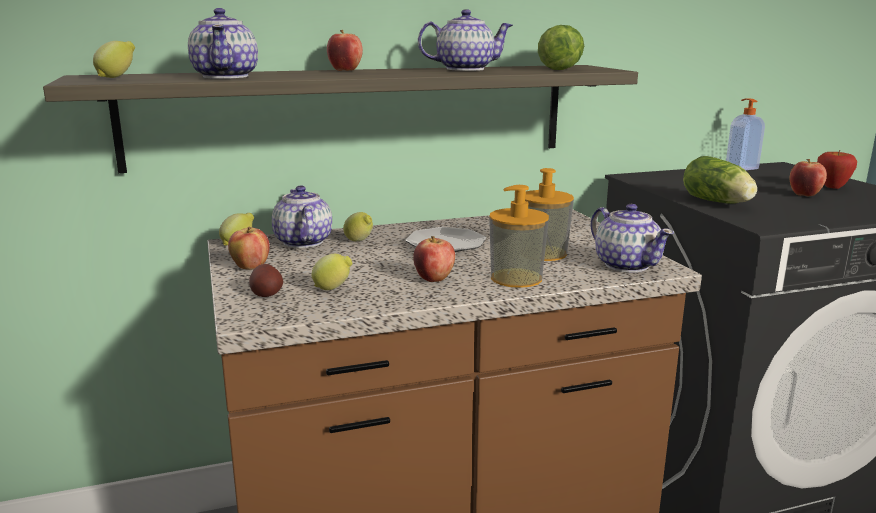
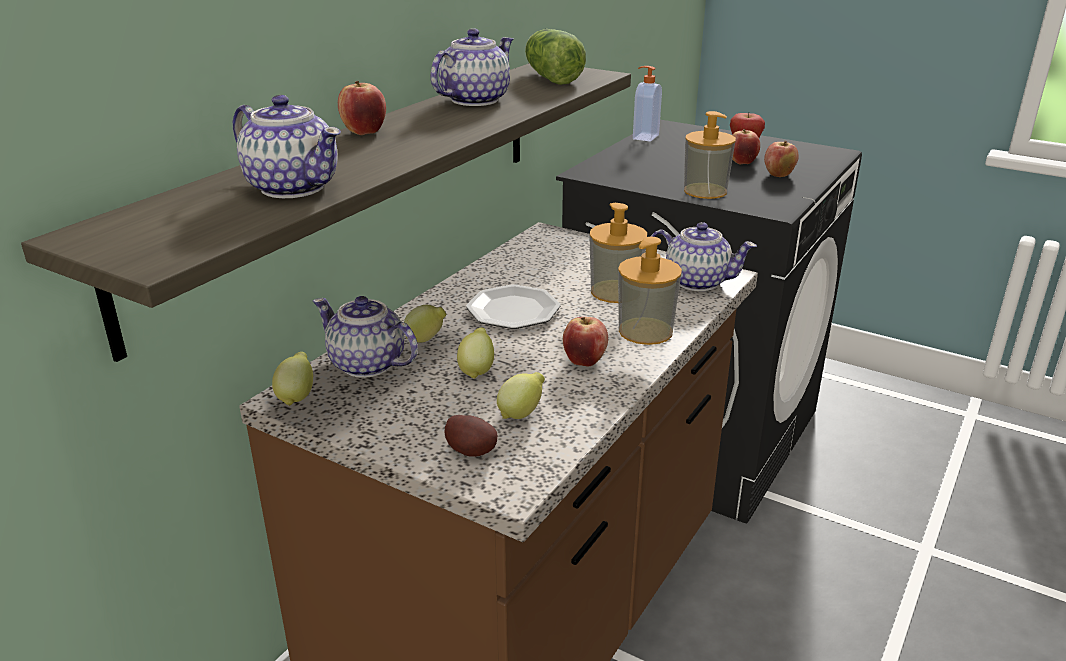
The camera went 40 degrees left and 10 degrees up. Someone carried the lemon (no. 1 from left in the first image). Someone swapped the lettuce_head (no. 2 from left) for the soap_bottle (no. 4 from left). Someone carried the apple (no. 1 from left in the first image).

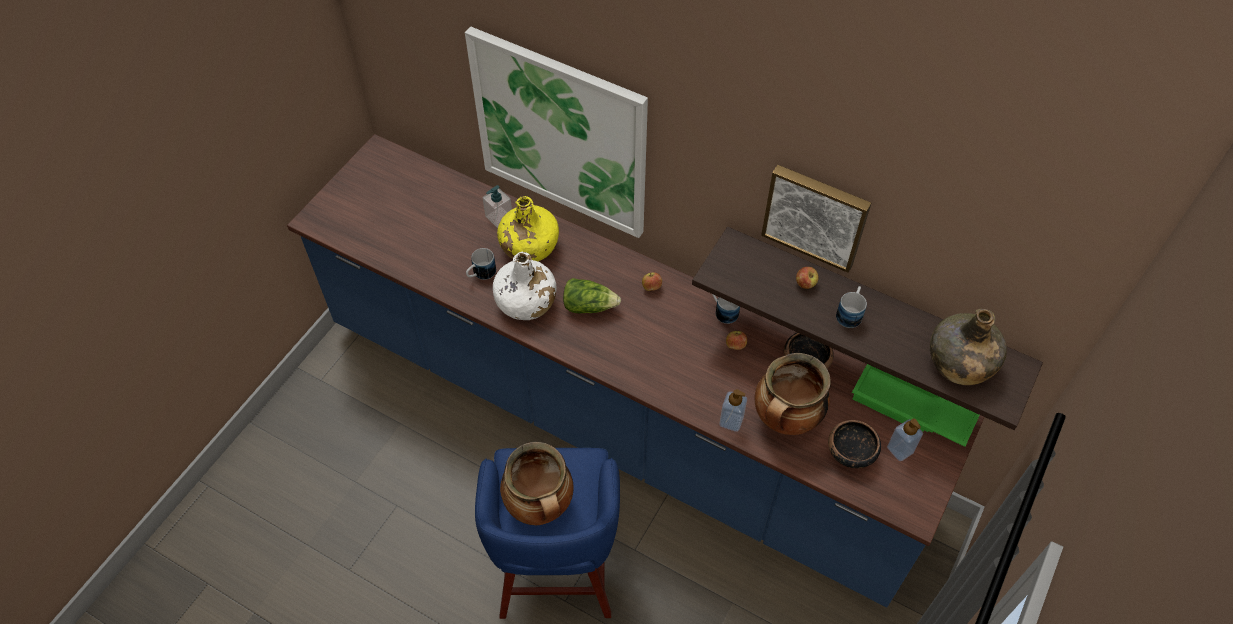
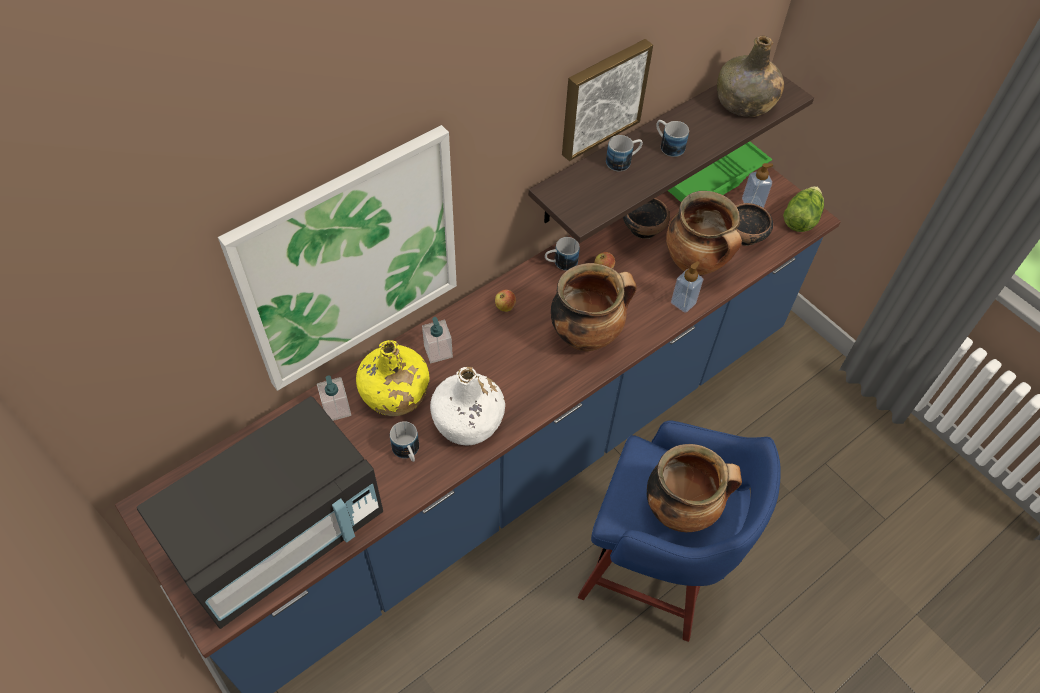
The camera went 70 degrees left and 0 degrees up. Someone put down the black_microwave_oven. Someone put down the soap_bottle (no. 2 from left). Someone put down the cooking_pot (no. 1 from left). Someone swapped the apple (no. 3 from left) for the coffee_mug (no. 3 from left). Someone carried the lettuce_head.

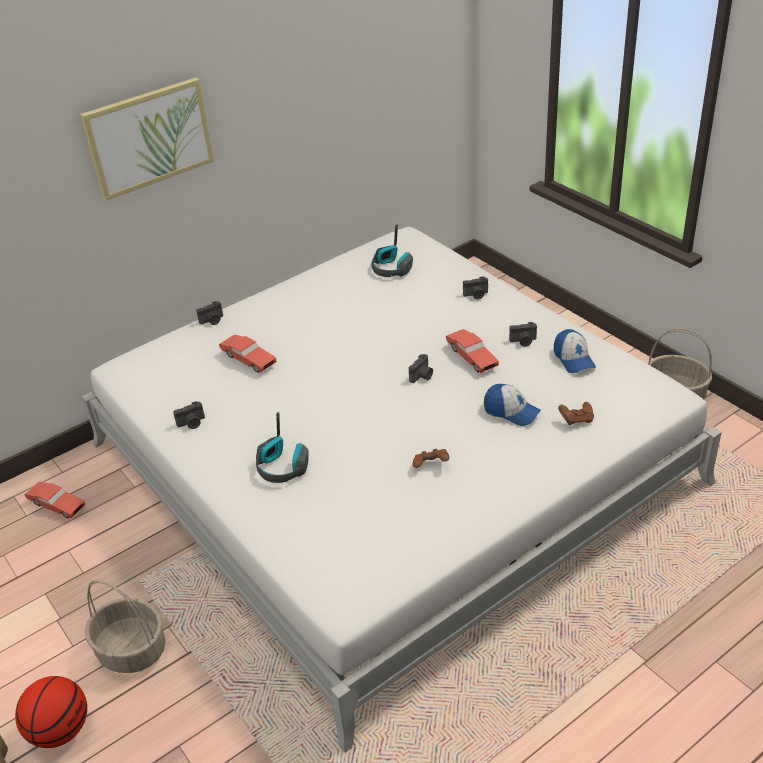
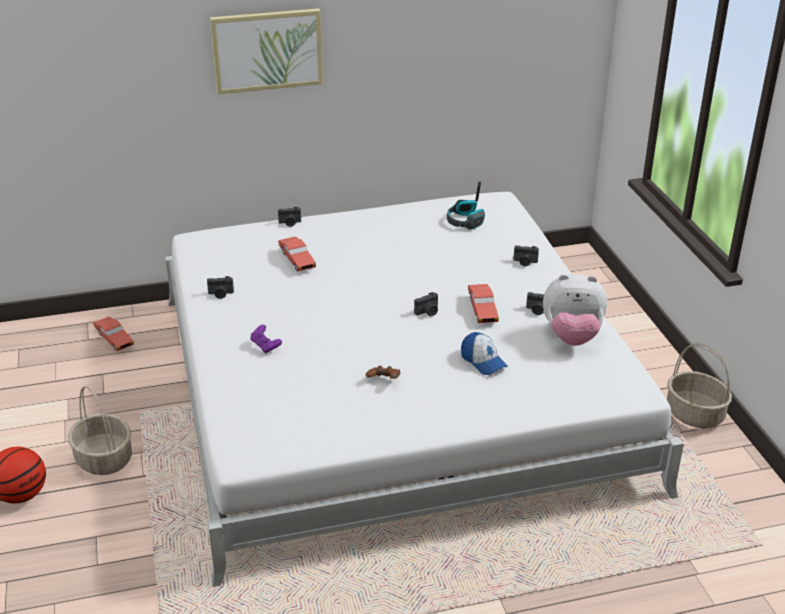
The camera went 20 degrees right and 5 degrees down. Someone swapped the pair_of_headphones (no. 1 from left) for the purple_gamepad. Someone swapped the peaked_cap (no. 2 from left) for the cuddly_toy. Someone took away the brown_gamepad (no. 2 from left).

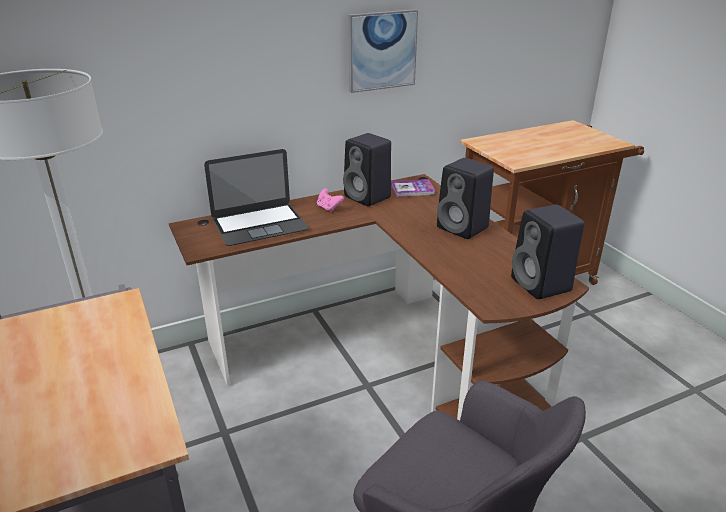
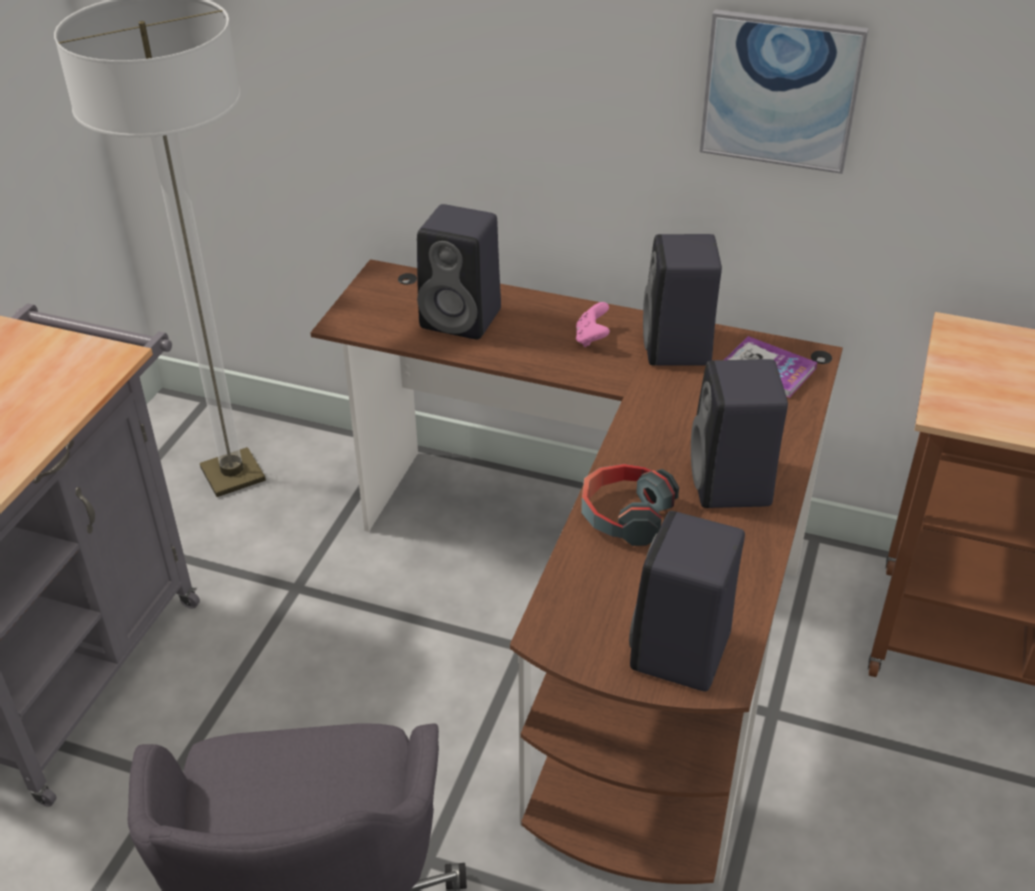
The camera went 45 degrees right and 10 degrees up. Someone swapped the portable_computer for the black_loudspeaker (no. 1 from left). Someone put down the pair_of_headphones.

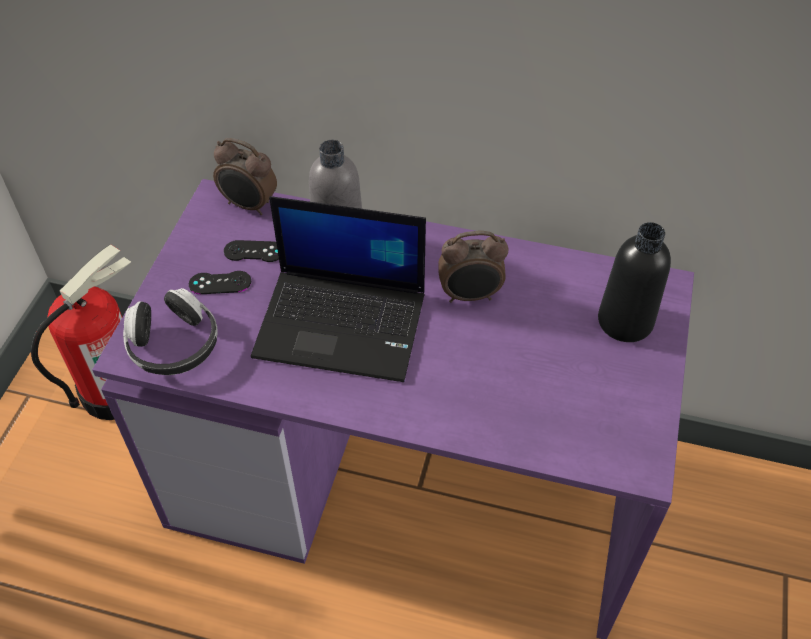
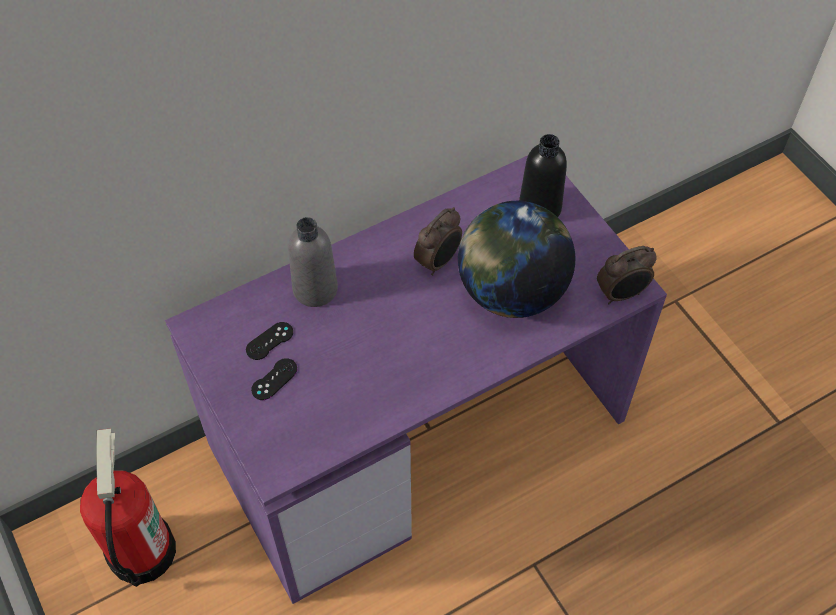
The camera went 45 degrees left and 5 degrees up. Someone put down the globe. Someone carried the table_clock (no. 1 from left in the first image). Someone took away the pair_of_headphones. Someone took away the portable_computer.

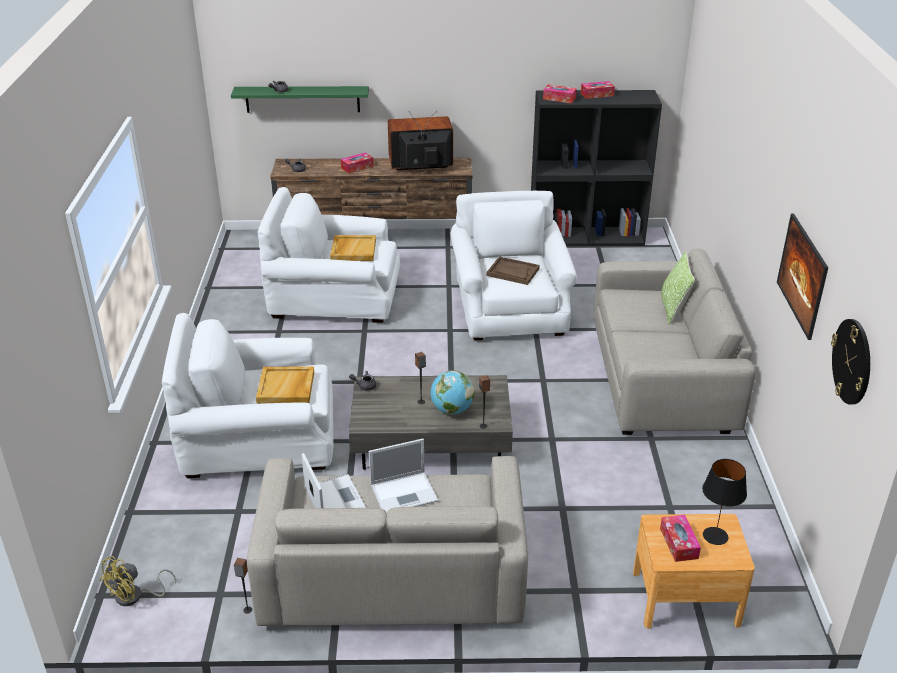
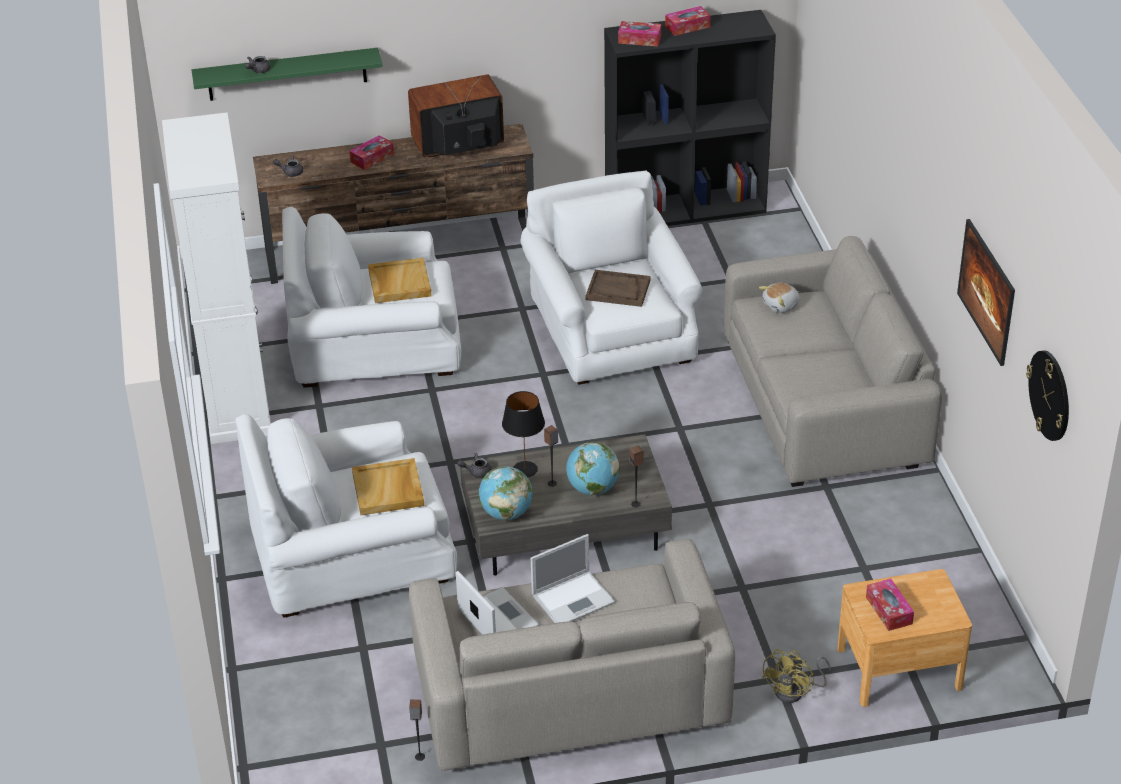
The camera went 10 degrees left and 5 degrees up. Someone put down the whitish_cupboard. Someone put down the globe (no. 1 from left). Someone carried the black_lamp_for_a_table. Someone put down the cuddly_toy. Someone carried the yellow-coloured_electric_fan. Someone took away the throw_pillow.

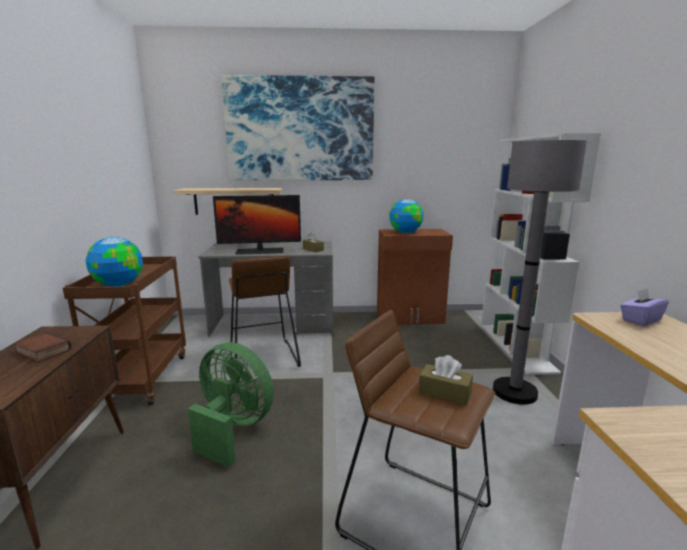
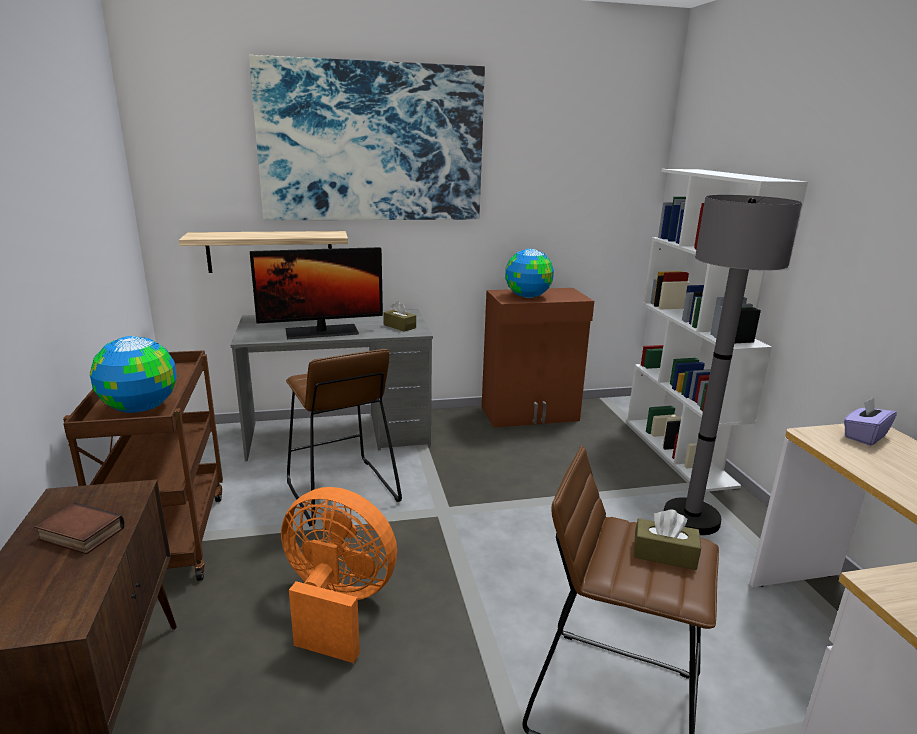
The camera went 10 degrees left and 5 degrees up. Someone repainted the greenish_electric_fan, which became the orange-coloured_electric_fan.

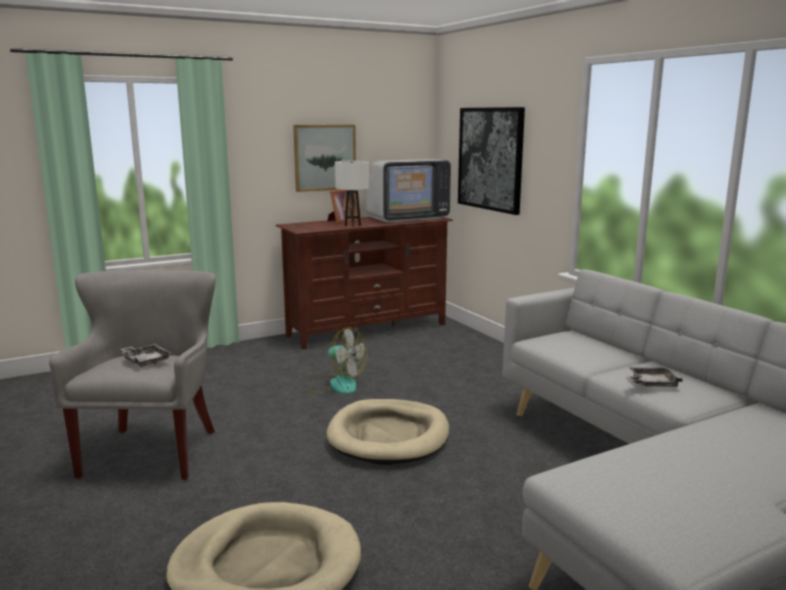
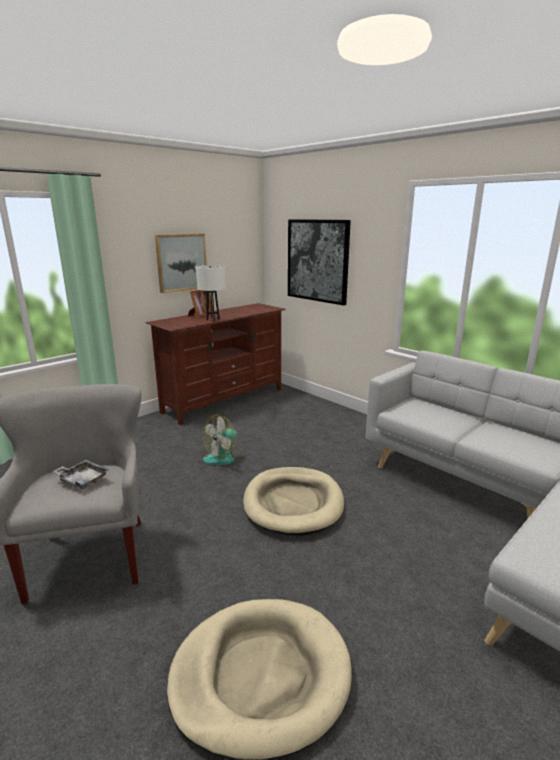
The camera went 15 degrees left and 5 degrees up. Someone rotated the electric_fan by 120 degrees clockwise. Someone took away the TV_set. Someone took away the greyish_serving_tray (no. 2 from left).

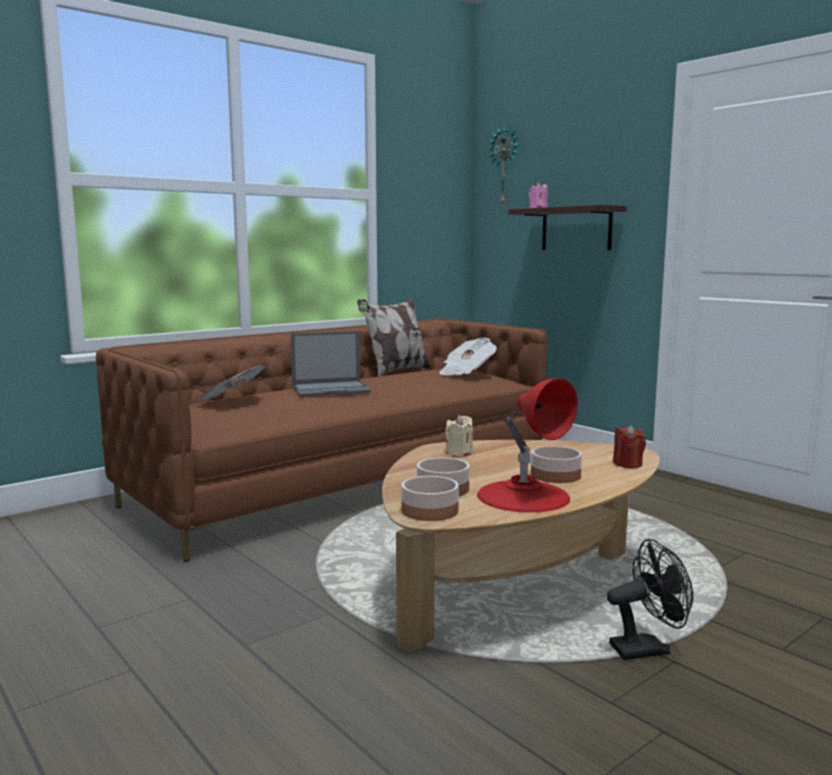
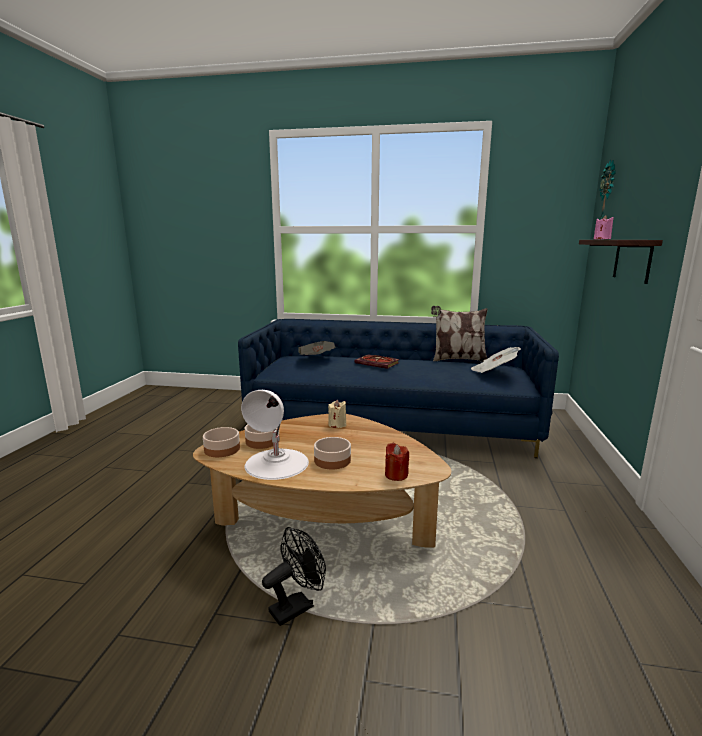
The camera went 50 degrees right and 5 degrees up. Someone repainted the brown_couch, which became the bluish_couch. Someone repainted the red_lamp_for_a_table, which became the whitish_lamp_for_a_table. Someone rotated the black_electric_fan by 75 degrees counterclockwise. Someone swapped the portable_computer for the book.

